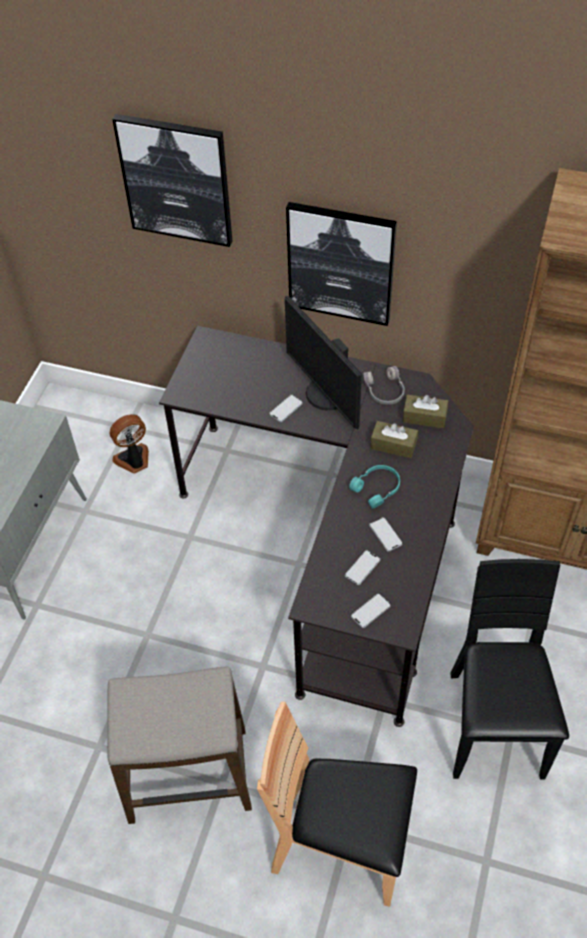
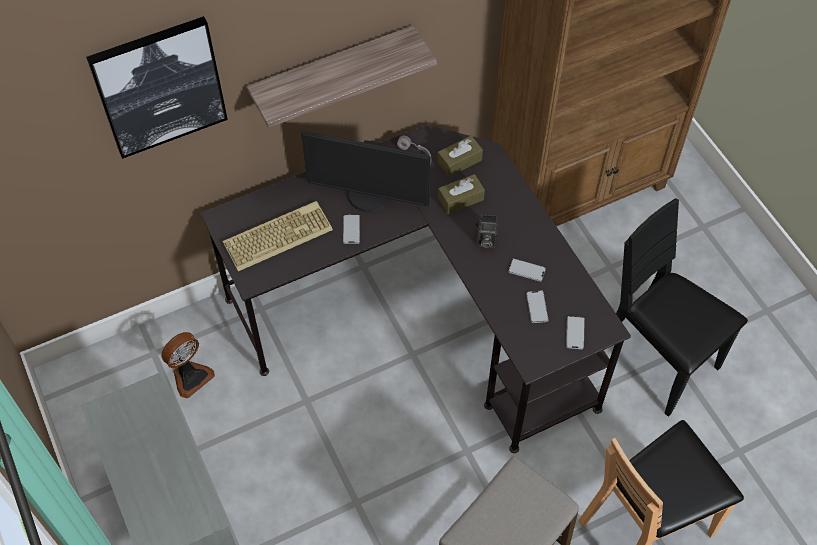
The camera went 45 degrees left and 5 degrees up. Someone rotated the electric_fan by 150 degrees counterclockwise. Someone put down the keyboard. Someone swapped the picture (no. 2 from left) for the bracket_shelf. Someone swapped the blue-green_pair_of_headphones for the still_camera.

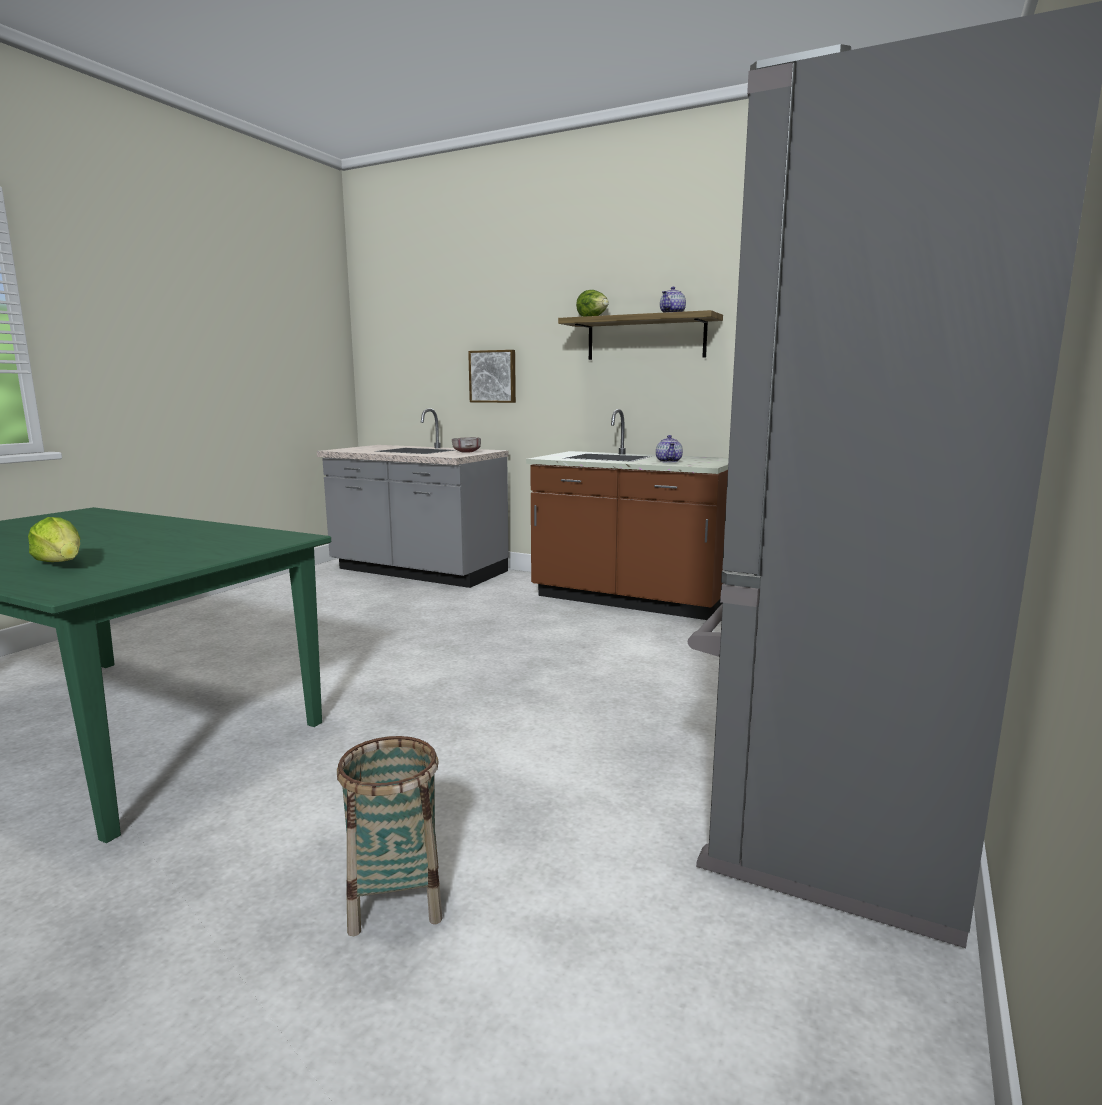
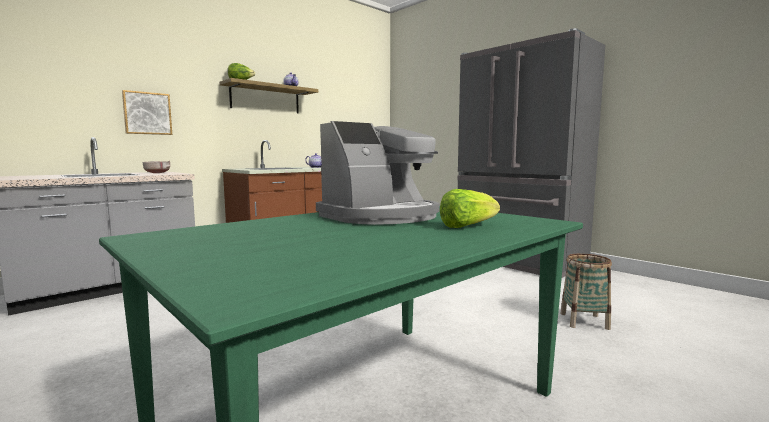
The camera went 70 degrees left and 5 degrees down. Someone put down the coffee_brewer.

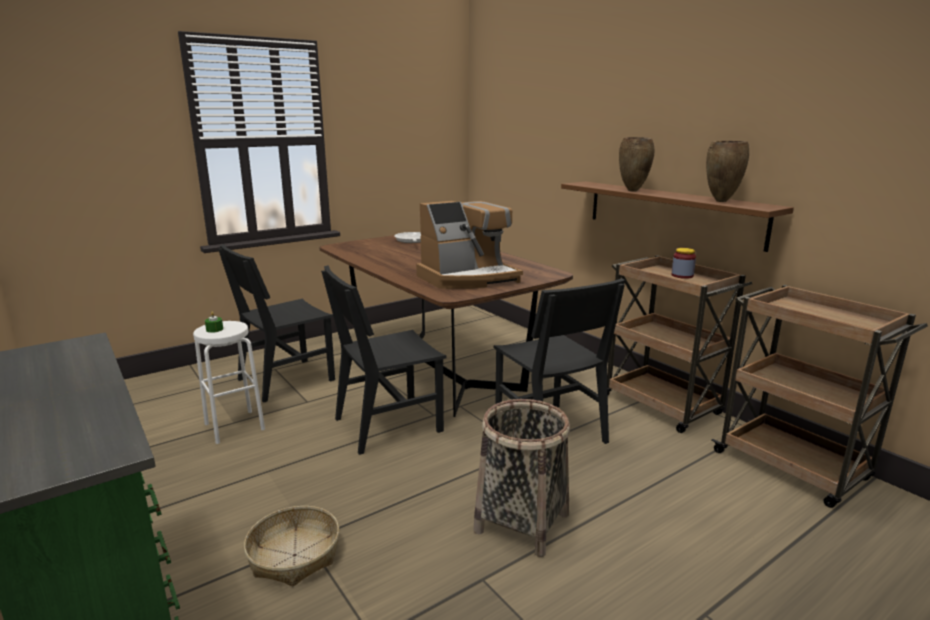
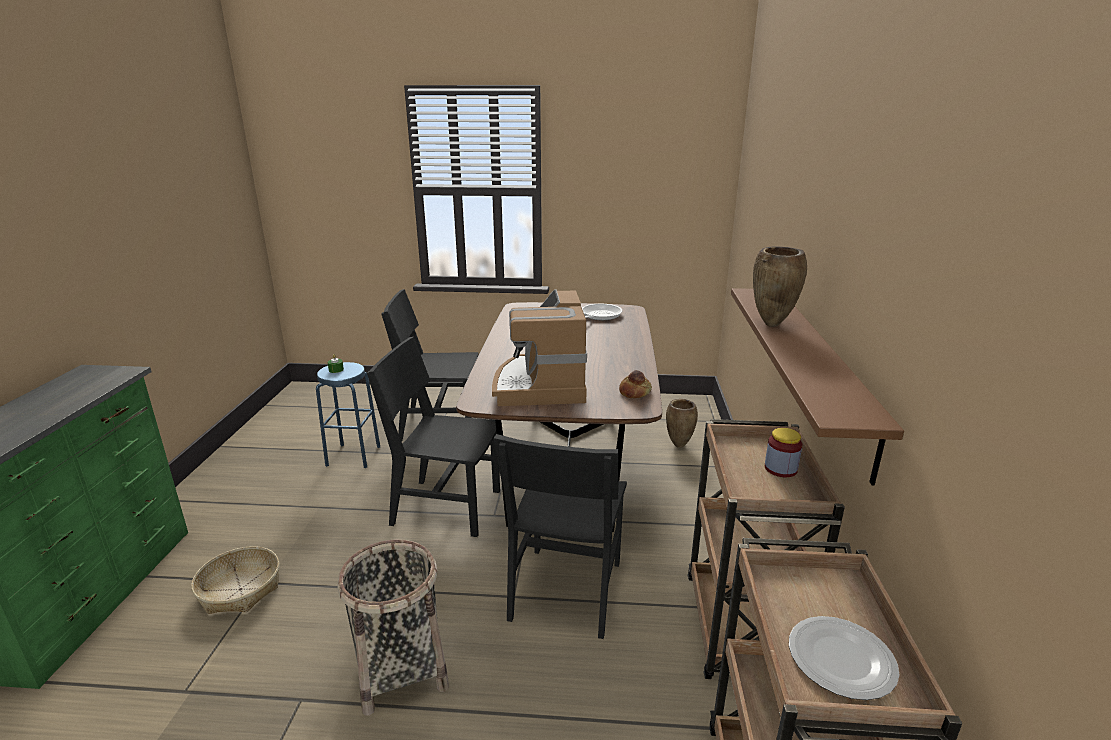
The camera went 40 degrees right and 5 degrees up. Someone repainted the whitish_stool_seat, which became the bluish_stool_seat. Someone rotated the coffee_brewer by 75 degrees clockwise. Someone put down the bread. Someone carried the brown_flower_vase (no. 2 from left in the first image). Someone put down the flat_dish.

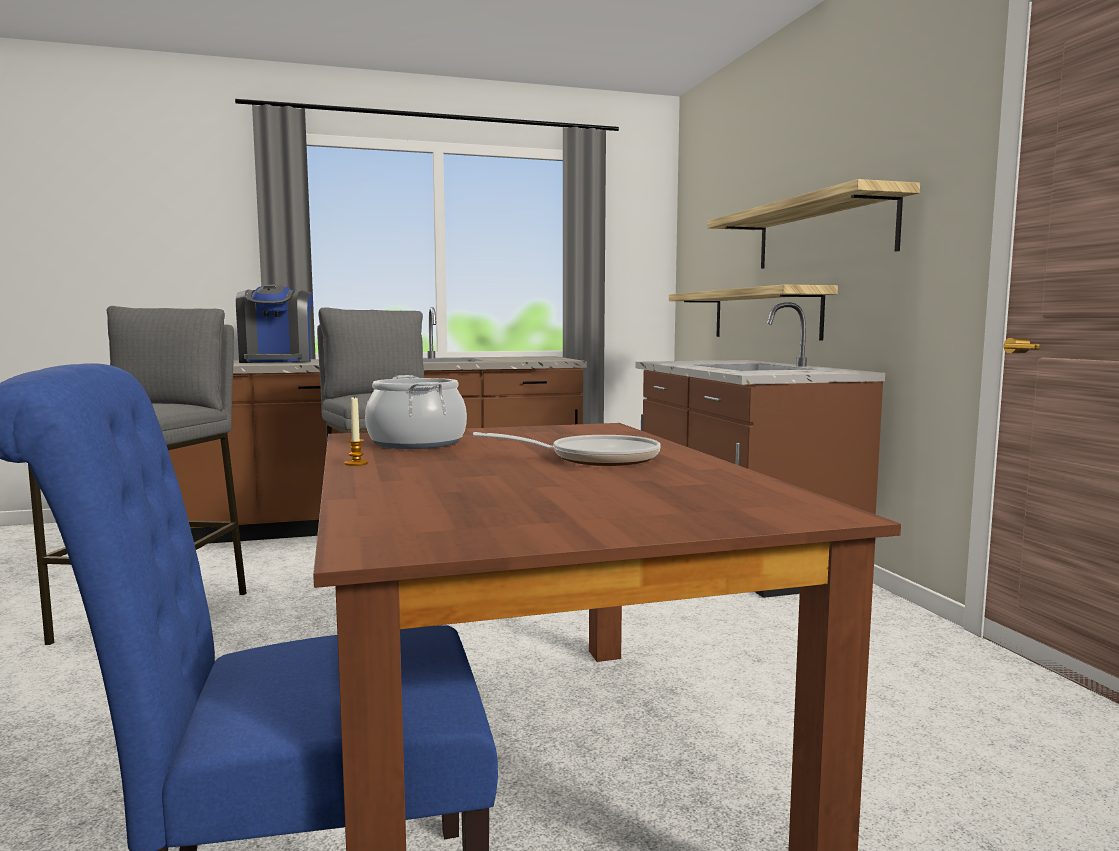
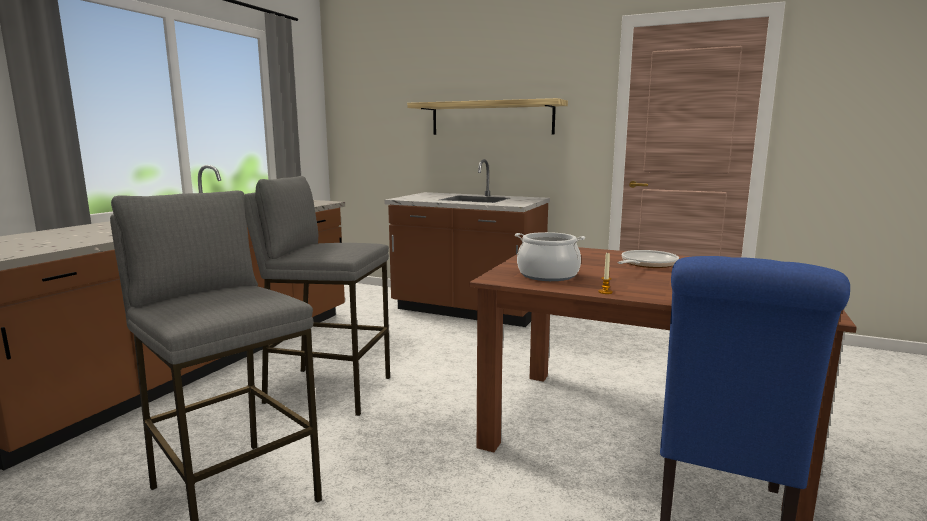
The camera went 50 degrees left and 5 degrees up. Someone took away the coffee_brewer. Someone took away the bracket_shelf (no. 1 from left).

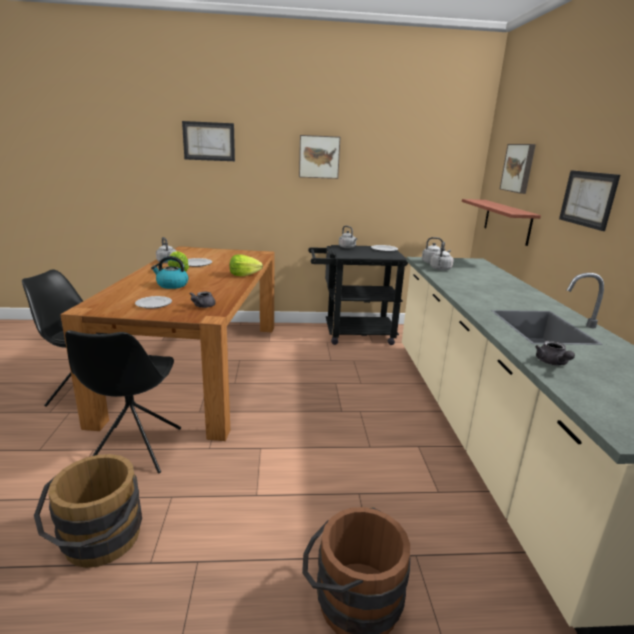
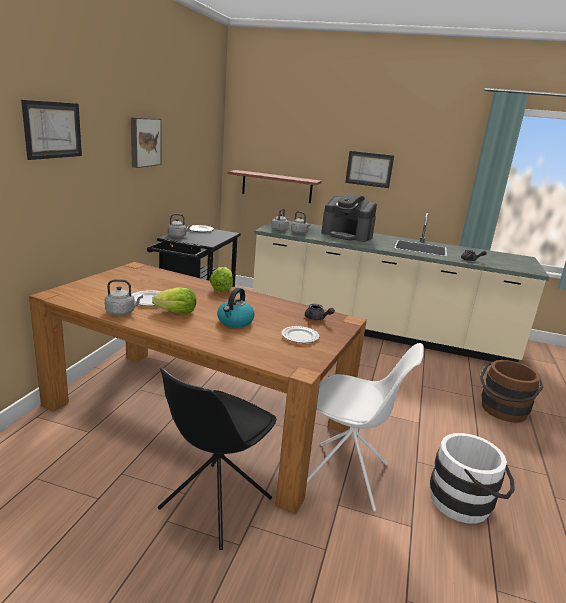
The camera went 70 degrees left and 0 degrees up. Someone repainted the black_chair (no. 2 from left), which became the whitish_chair. Someone put down the coffee_brewer. Someone repainted the brown_pail (no. 1 from left), which became the whitish_pail. Someone took away the picture (no. 3 from left).

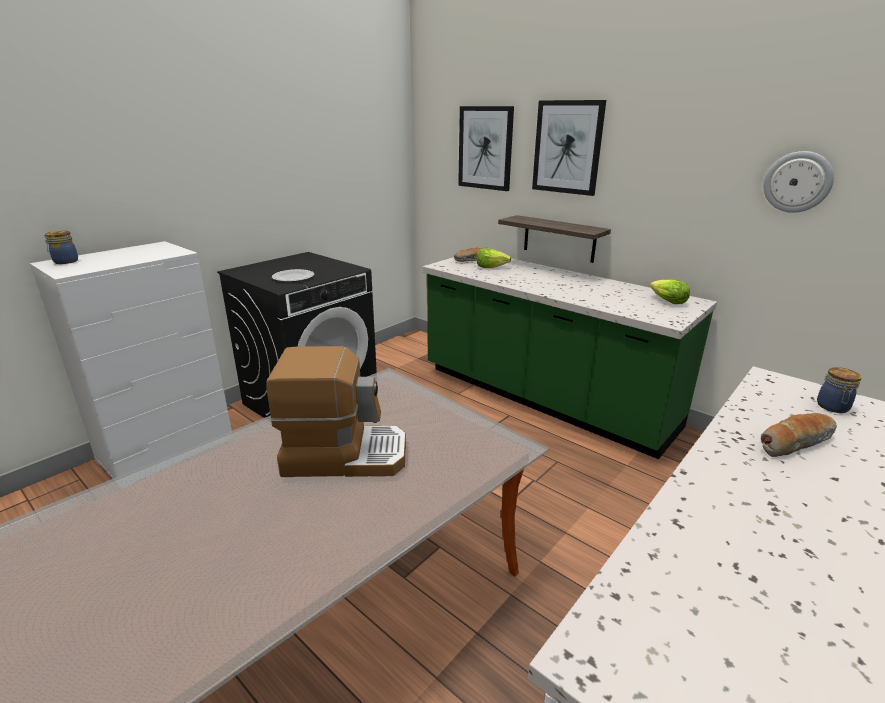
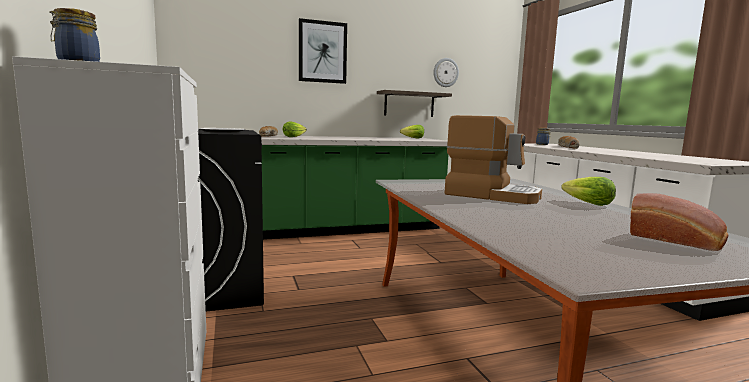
The camera went 60 degrees left and 15 degrees down. Someone carried the bracket_shelf. Someone rotated the coffee_brewer by 90 degrees clockwise. Someone put down the lettuce_head (no. 3 from left). Someone put down the bread (no. 3 from left). Someone took away the picture (no. 1 from left).

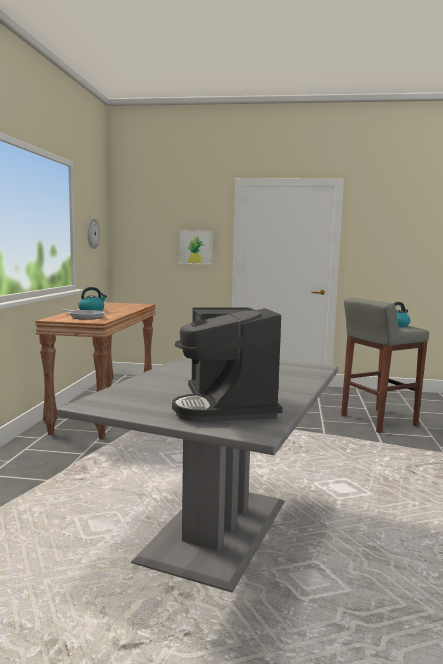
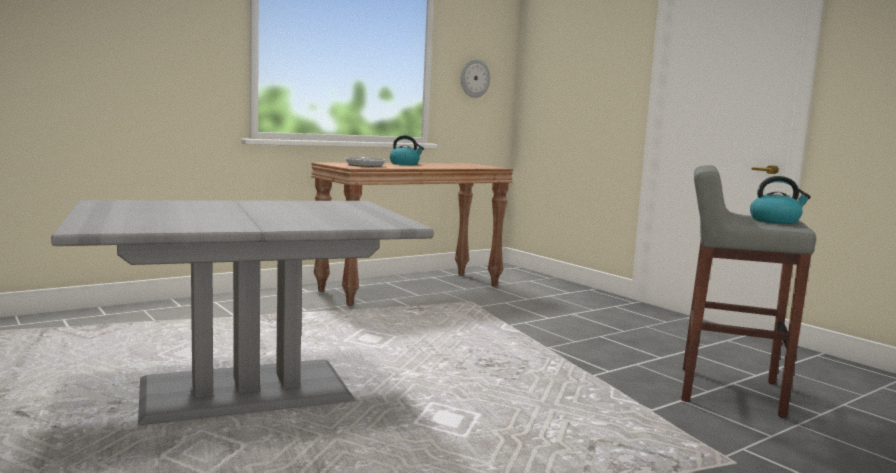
The camera went 45 degrees right and 0 degrees up. Someone took away the coffee_brewer. Someone took away the picture.

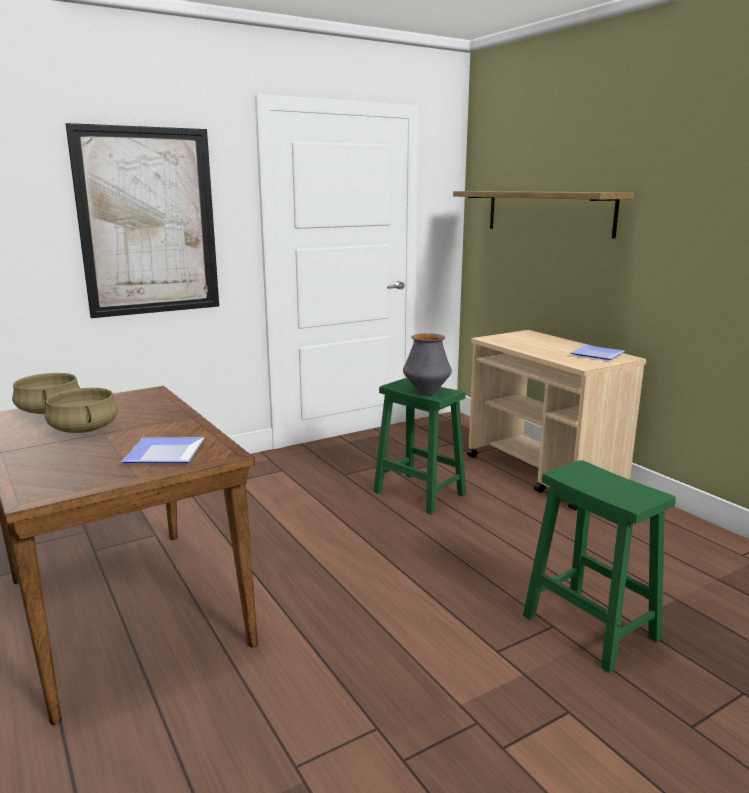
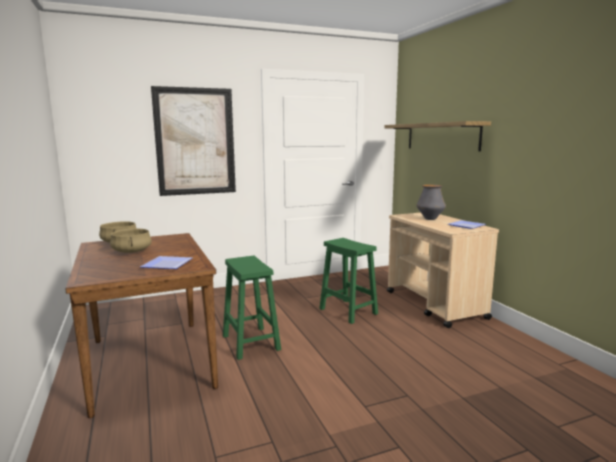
The camera went 10 degrees right and 5 degrees down. Someone carried the greenish_stool_seat (no. 2 from left in the first image). Someone carried the flower_vase.

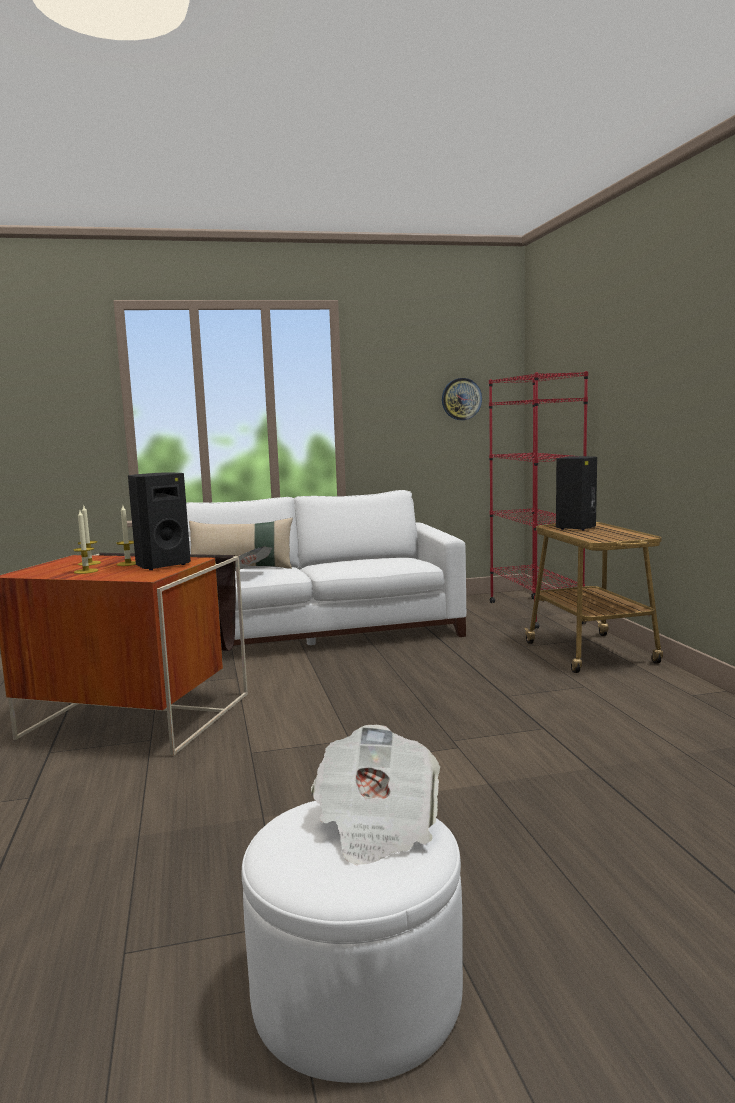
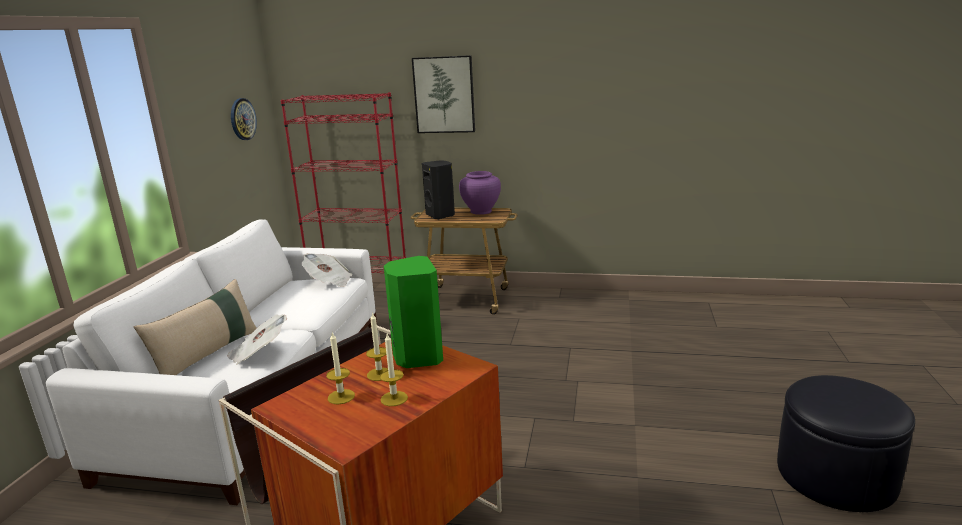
The camera went 65 degrees left and 10 degrees up. Someone carried the newspaper (no. 2 from left). Someone repainted the black_loudspeaker (no. 1 from left), which became the greenish_loudspeaker. Someone put up the picture. Someone put down the purple_flower_vase. Someone repainted the whitish_pouffe, which became the black_pouffe.

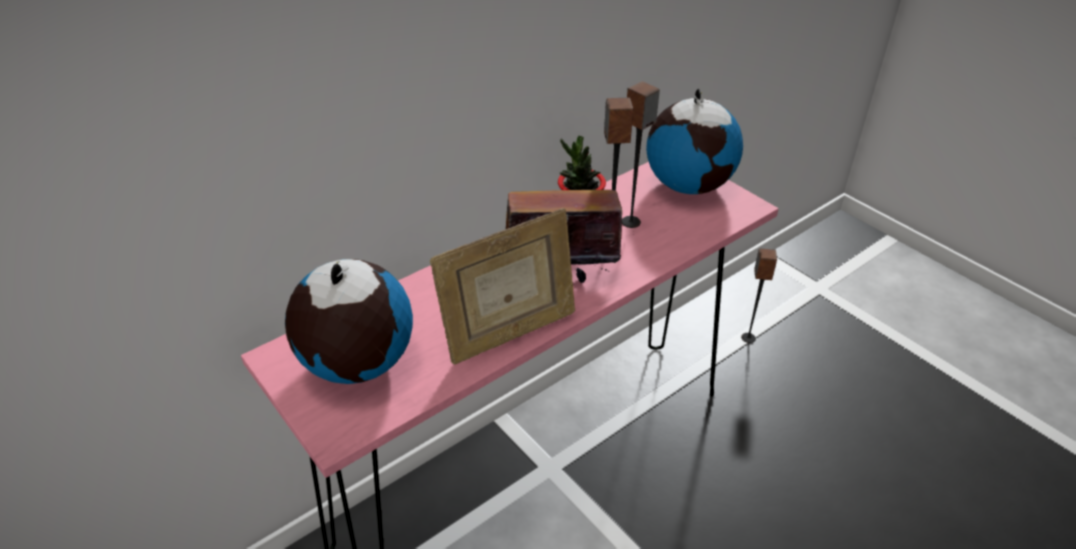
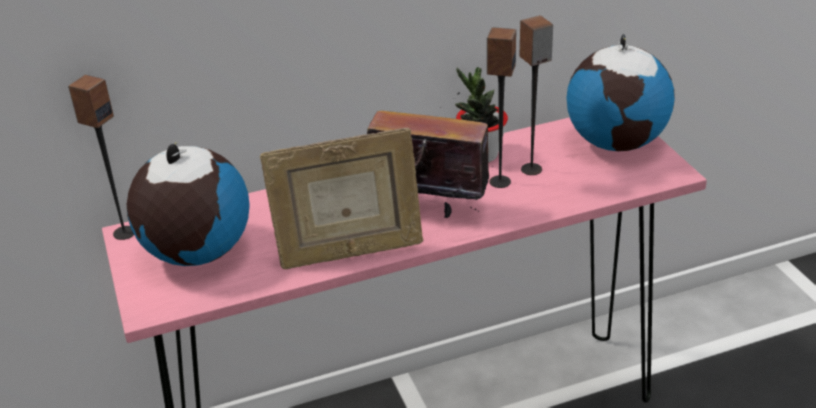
The camera went 20 degrees right and 5 degrees down. Someone carried the loudspeaker (no. 3 from left in the first image).

